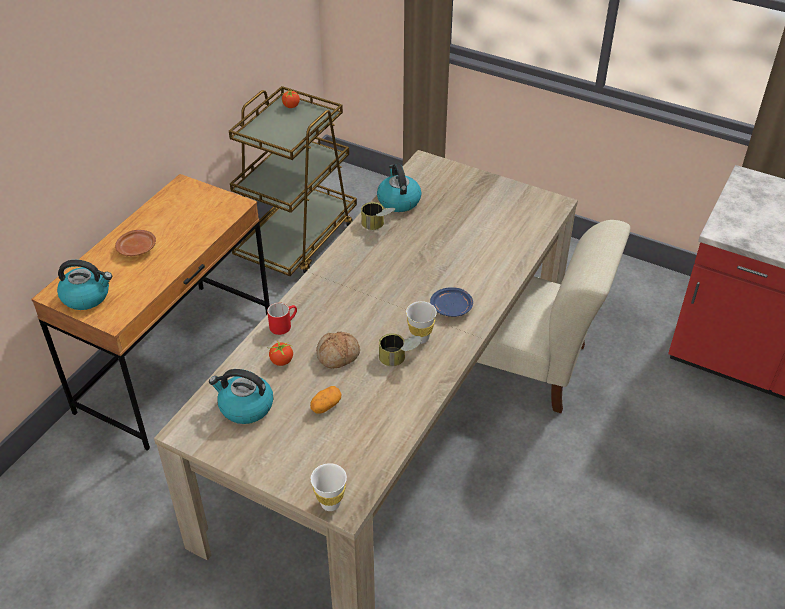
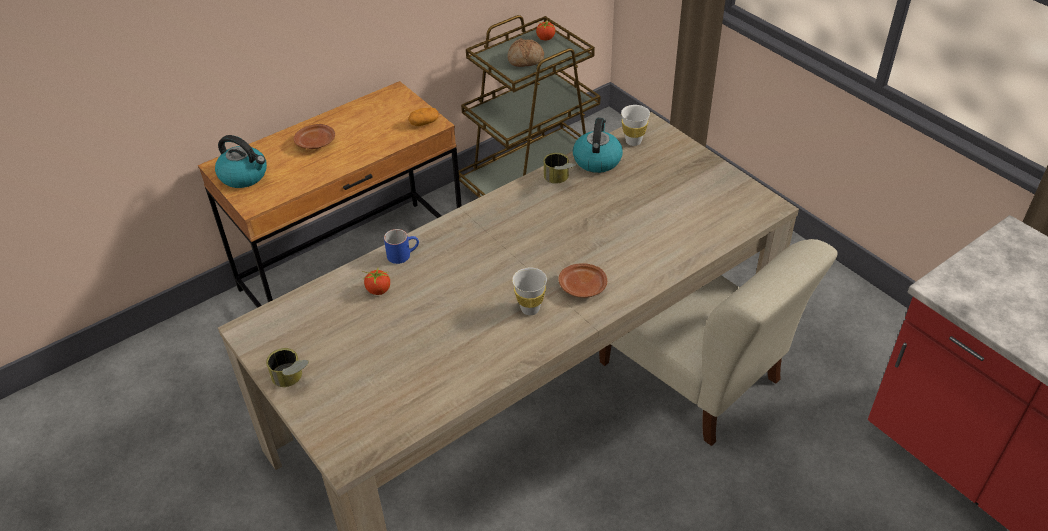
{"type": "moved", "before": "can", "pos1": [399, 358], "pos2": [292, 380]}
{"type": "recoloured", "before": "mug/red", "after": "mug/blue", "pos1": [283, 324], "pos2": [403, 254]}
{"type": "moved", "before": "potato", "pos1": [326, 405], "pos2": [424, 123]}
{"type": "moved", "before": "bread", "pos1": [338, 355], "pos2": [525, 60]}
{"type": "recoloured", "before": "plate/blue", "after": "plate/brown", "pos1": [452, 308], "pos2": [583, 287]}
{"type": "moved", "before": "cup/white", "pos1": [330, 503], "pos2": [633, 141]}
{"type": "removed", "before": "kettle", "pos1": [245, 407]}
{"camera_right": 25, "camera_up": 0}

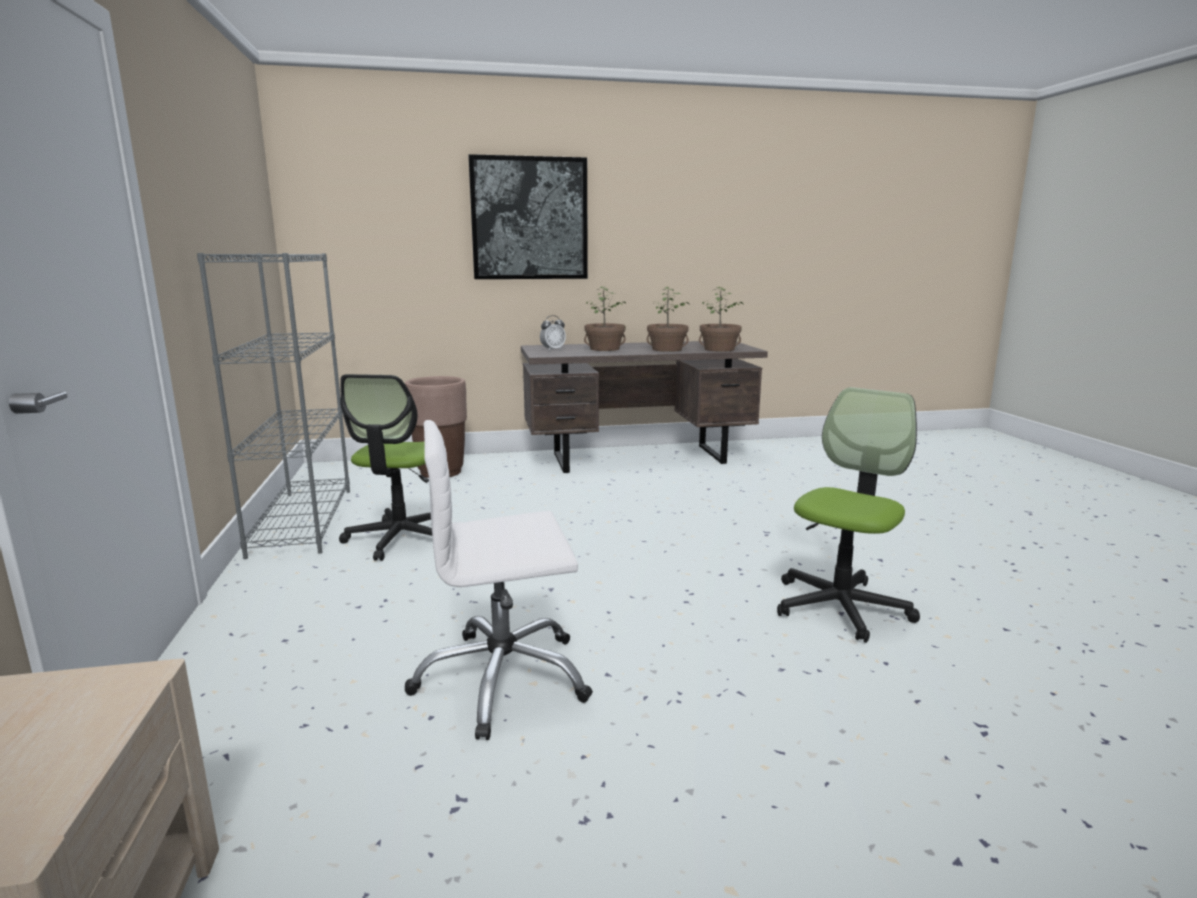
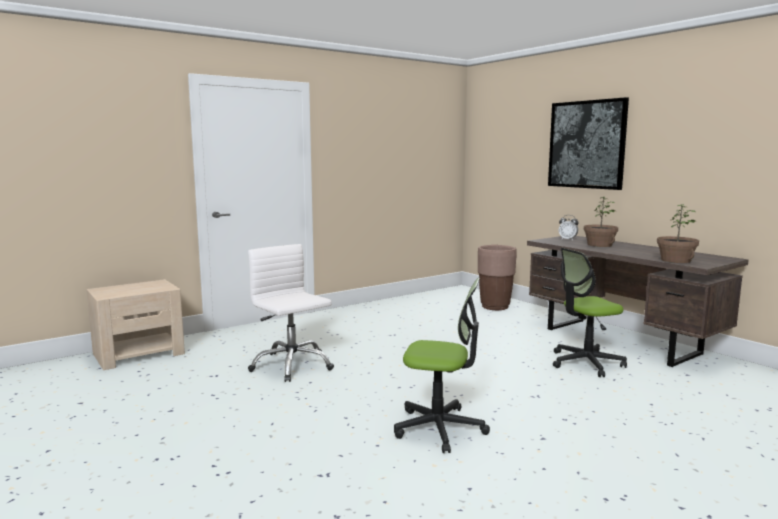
{"type": "moved", "before": "office chair", "pos1": [400, 538], "pos2": [585, 363]}
{"type": "removed", "before": "bookcase/grey", "pos1": [302, 520]}
{"type": "removed", "before": "potted plant", "pos1": [666, 349]}
{"camera_right": 65, "camera_up": -5}

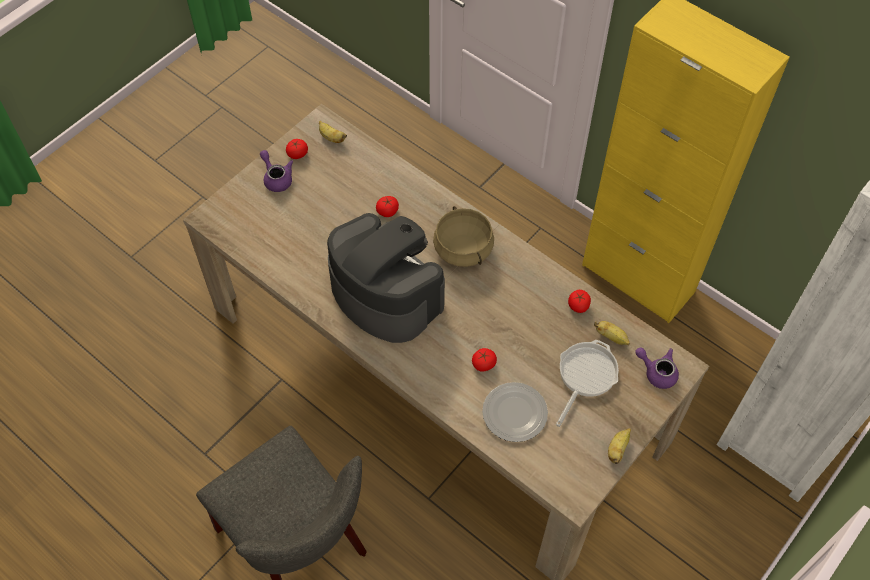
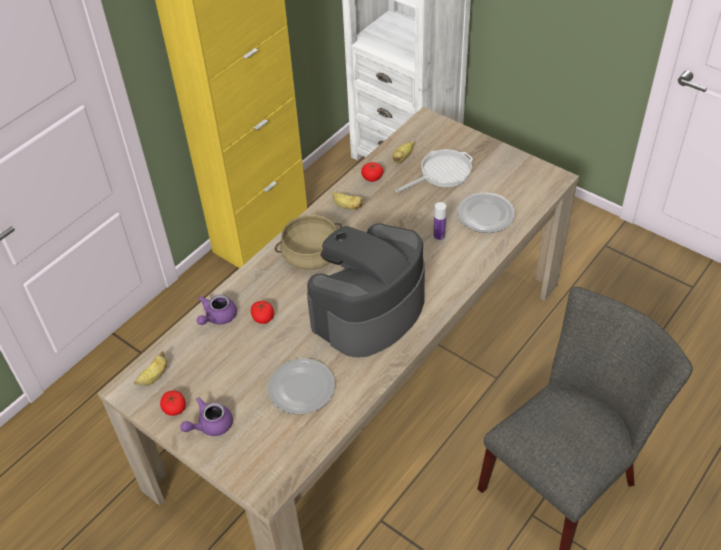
{"type": "moved", "before": "teapot/purple", "pos1": [657, 372], "pos2": [217, 317]}
{"type": "added", "after": "plate", "pos2": [300, 388]}
{"type": "moved", "before": "banana", "pos1": [617, 449], "pos2": [347, 206]}
{"type": "turned", "before": "frying pan", "pos1": [585, 375], "pos2": [442, 173], "turn": 120}
{"type": "replaced", "before": "tomato", "after": "bottle", "pos1": [483, 364], "pos2": [439, 236]}
{"camera_right": -90, "camera_up": -10}

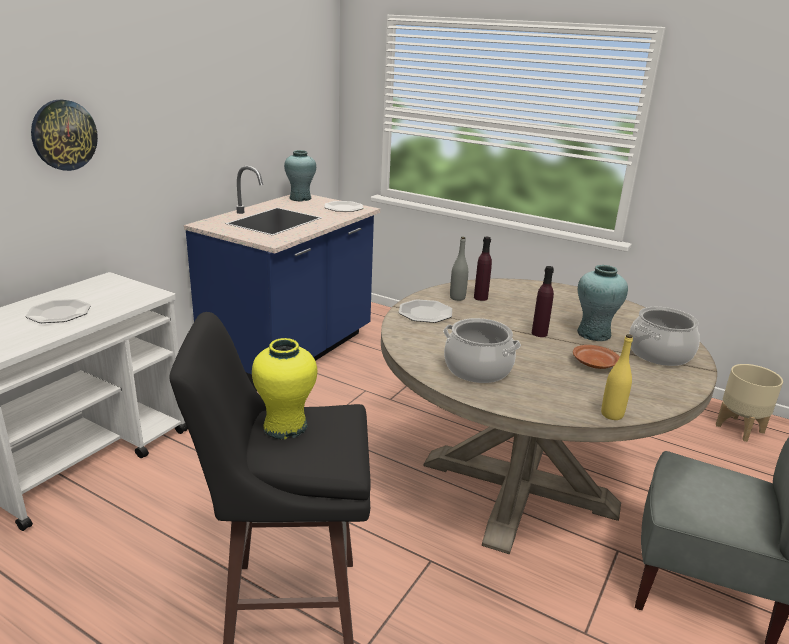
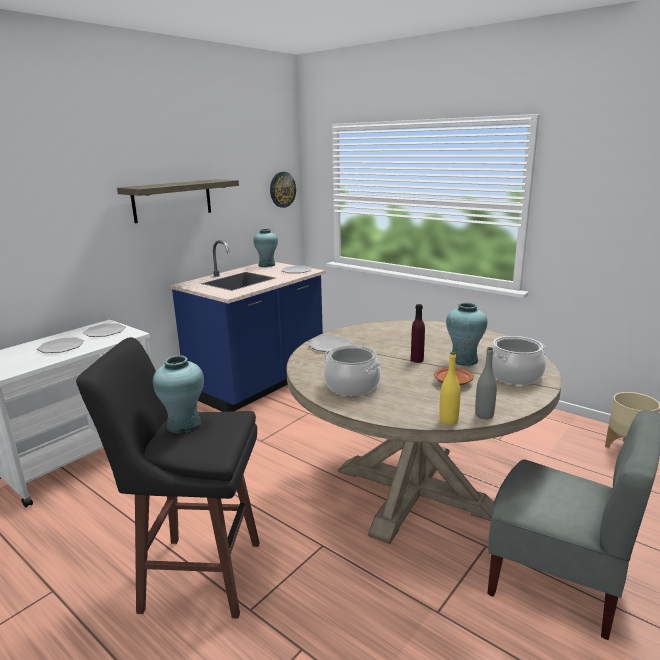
{"type": "added", "after": "plate", "pos2": [104, 331]}
{"type": "added", "after": "shelf", "pos2": [172, 200]}
{"type": "recoloured", "before": "vase/yellow", "after": "vase/turquoise", "pos1": [286, 426], "pos2": [184, 425]}
{"type": "moved", "before": "wall clock", "pos1": [64, 135], "pos2": [282, 189]}
{"type": "moved", "before": "bottle/grey", "pos1": [457, 298], "pos2": [484, 415]}
{"type": "removed", "before": "bottle/purple", "pos1": [480, 298]}
{"camera_right": 10, "camera_up": -5}

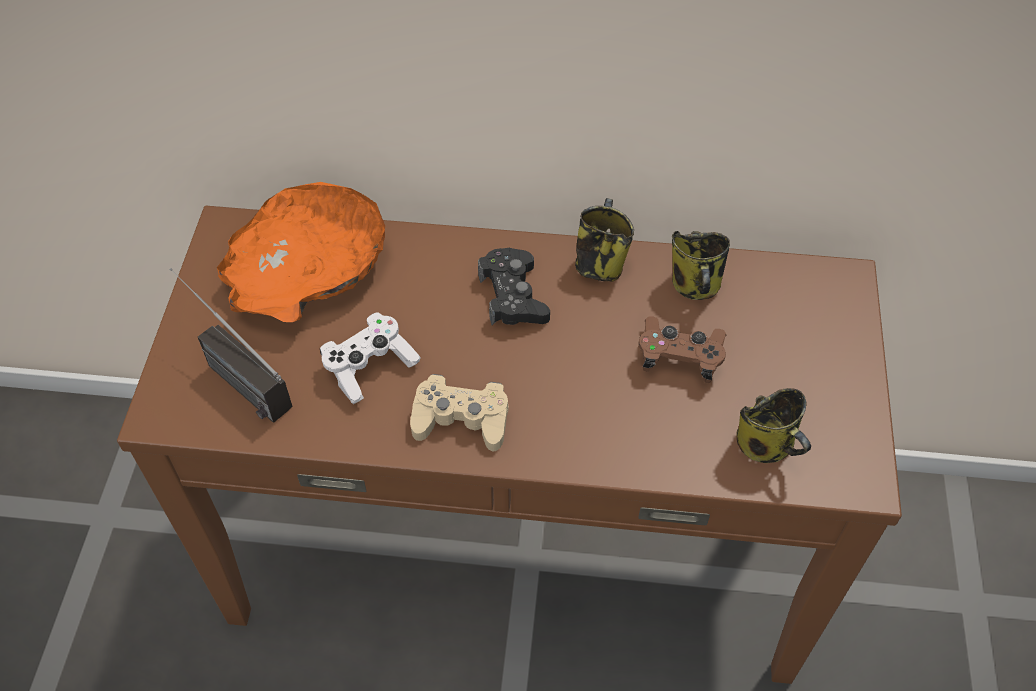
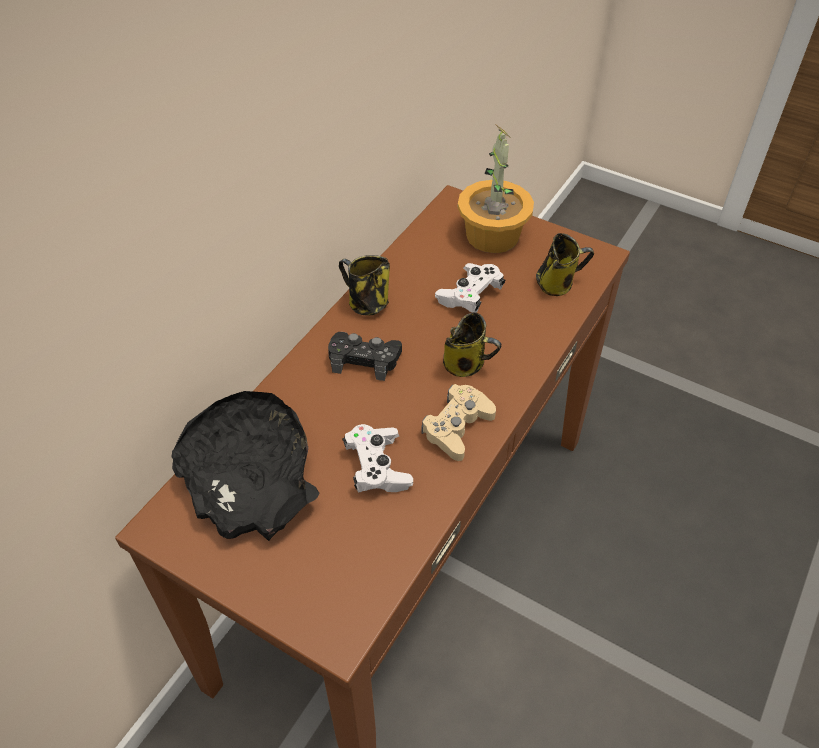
{"type": "recoloured", "before": "bowl/orange", "after": "bowl/black", "pos1": [307, 270], "pos2": [251, 479]}
{"type": "recoloured", "before": "game controller/brown", "after": "game controller/white", "pos1": [679, 357], "pos2": [470, 296]}
{"type": "moved", "before": "mug", "pos1": [696, 286], "pos2": [466, 364]}
{"type": "added", "after": "potted plant", "pos2": [491, 236]}
{"type": "removed", "before": "radio", "pos1": [230, 373]}
{"camera_right": -65, "camera_up": -5}

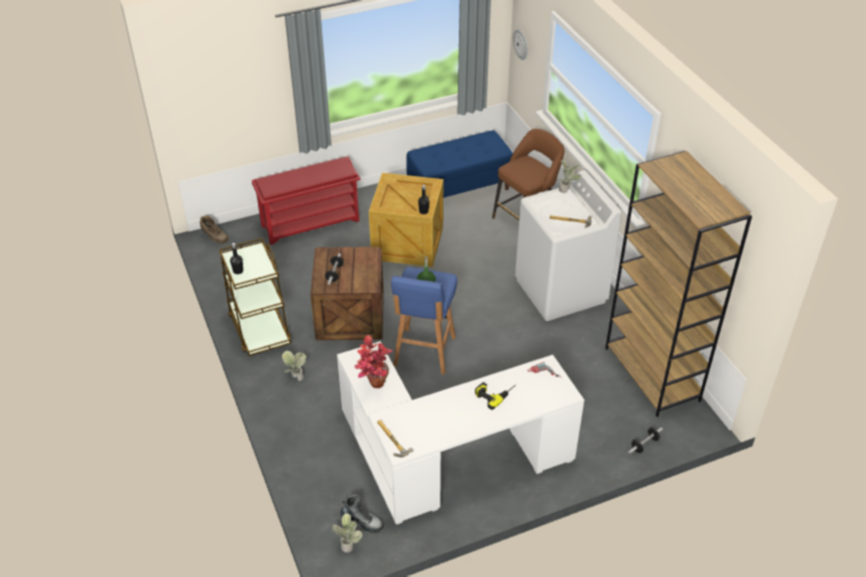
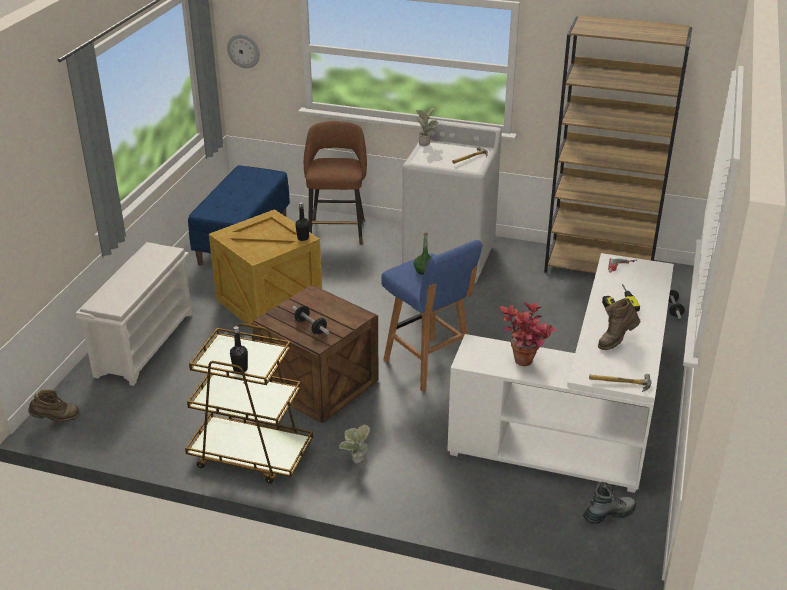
{"type": "recoloured", "before": "shoe rack/red", "after": "shoe rack/white", "pos1": [311, 222], "pos2": [145, 343]}
{"type": "added", "after": "boot/brown", "pos2": [616, 341]}
{"type": "removed", "before": "potted plant", "pos1": [348, 544]}
{"camera_right": -50, "camera_up": -10}

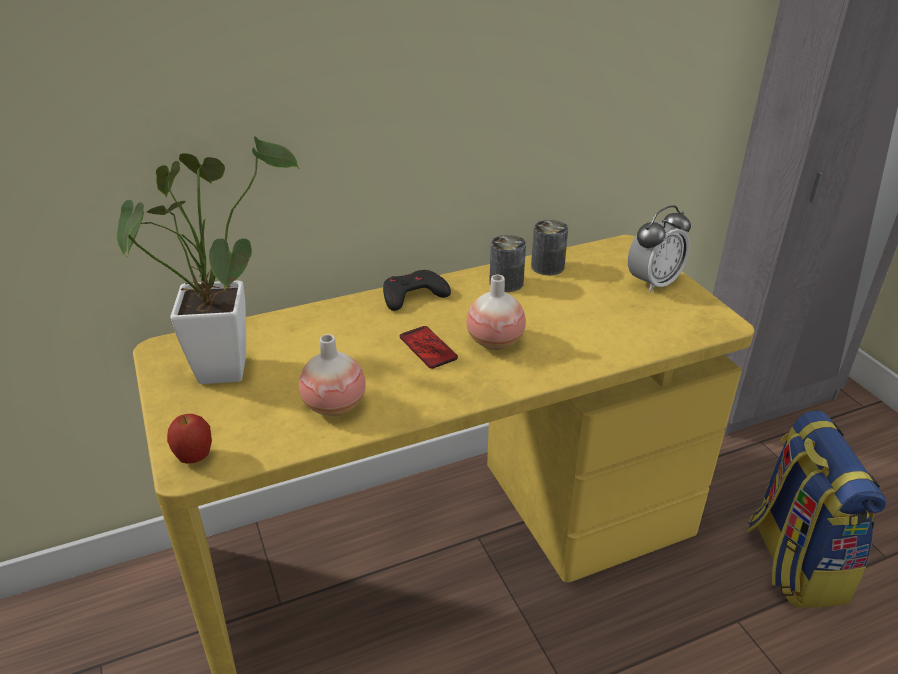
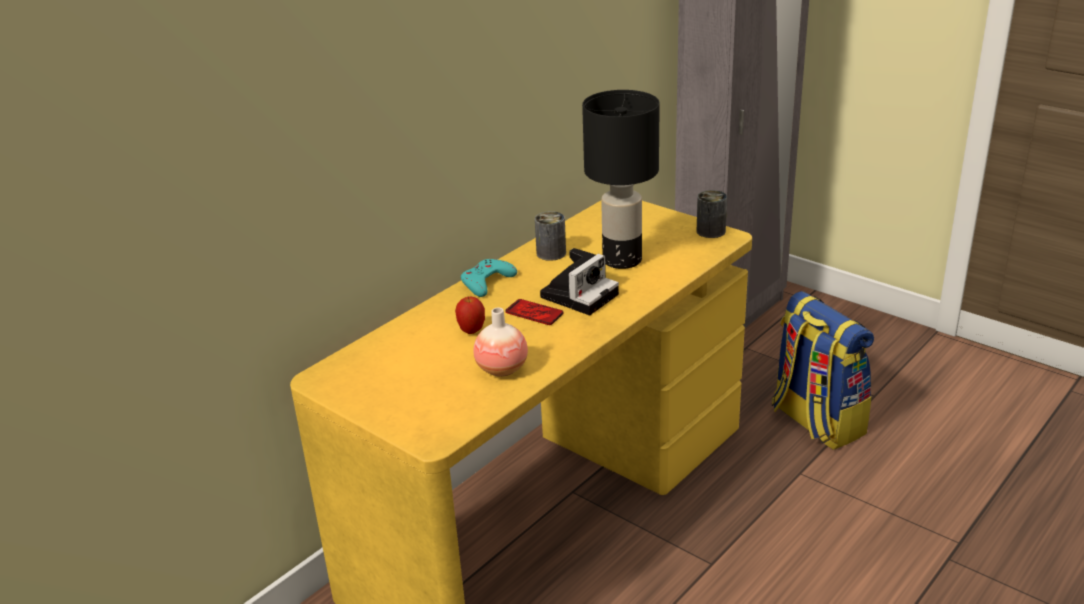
{"type": "moved", "before": "apple", "pos1": [195, 458], "pos2": [471, 331]}
{"type": "recoloured", "before": "game controller/black", "after": "game controller/turquoise", "pos1": [413, 295], "pos2": [487, 282]}
{"type": "replaced", "before": "vase", "after": "photo camera", "pos1": [495, 341], "pos2": [580, 294]}
{"type": "added", "after": "table lamp/black", "pos2": [621, 260]}
{"type": "moved", "before": "can", "pos1": [547, 266], "pos2": [711, 231]}
{"type": "removed", "before": "potted plant", "pos1": [225, 362]}
{"type": "removed", "before": "alarm clock", "pos1": [653, 283]}
{"camera_right": -25, "camera_up": -5}

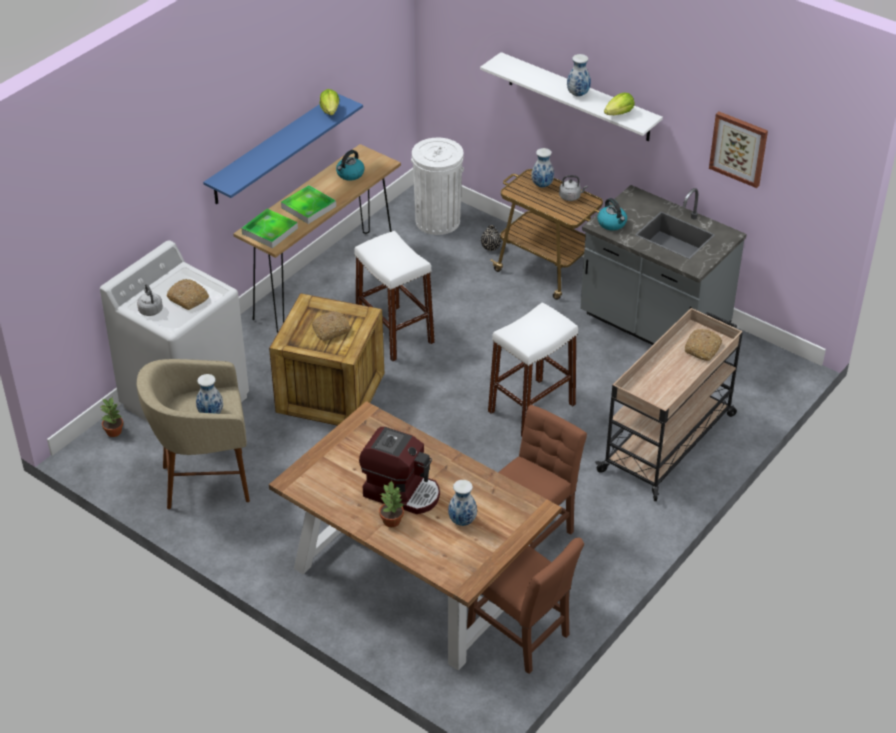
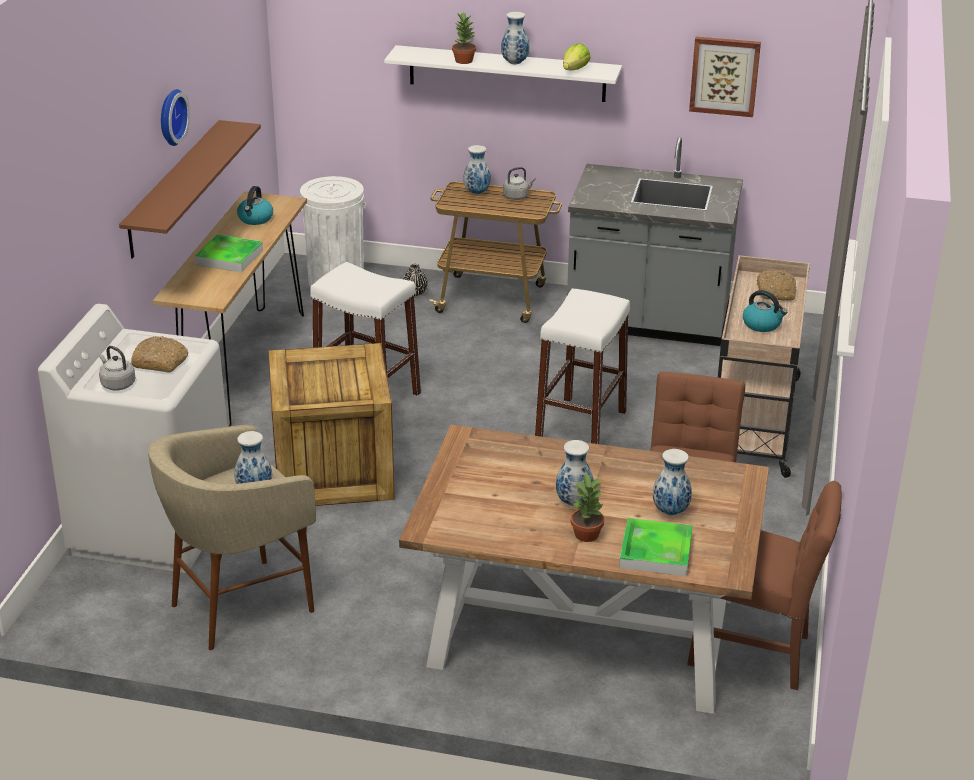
{"type": "recoloured", "before": "shelf/blue", "after": "shelf/brown", "pos1": [273, 149], "pos2": [174, 188]}
{"type": "added", "after": "wall clock", "pos2": [170, 117]}
{"type": "moved", "before": "potted plant", "pos1": [114, 431], "pos2": [463, 60]}
{"type": "replaced", "before": "coffee machine", "after": "vase", "pos1": [402, 492], "pos2": [573, 502]}
{"type": "moved", "before": "tray", "pos1": [270, 231], "pos2": [655, 551]}
{"type": "moved", "before": "kettle", "pos1": [612, 223], "pos2": [762, 324]}
{"type": "removed", "before": "bread", "pos1": [331, 330]}
{"type": "removed", "before": "lettuce", "pos1": [330, 111]}
{"camera_right": -25, "camera_up": -10}

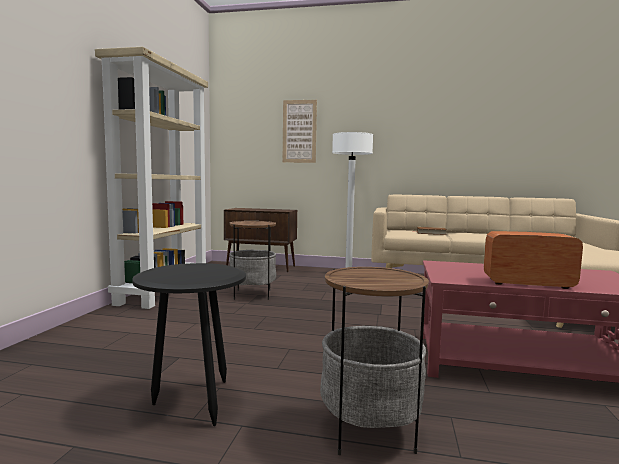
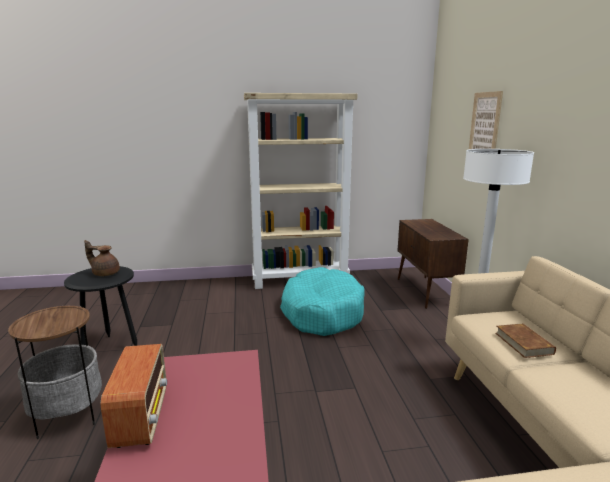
{"type": "added", "after": "teapot/brown", "pos2": [105, 273]}
{"type": "replaced", "before": "side table", "after": "dog bed/turquoise", "pos1": [252, 294], "pos2": [322, 312]}
{"camera_right": 70, "camera_up": 10}

